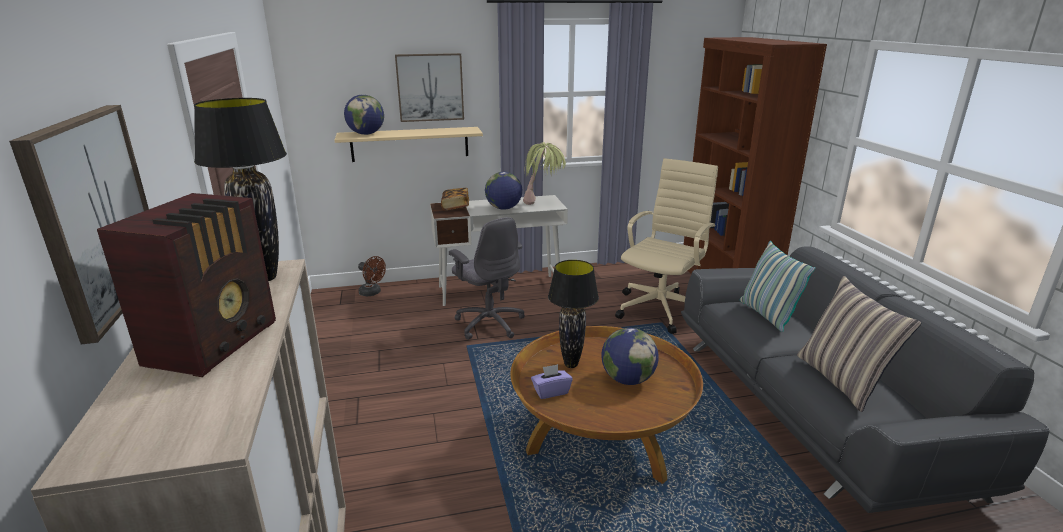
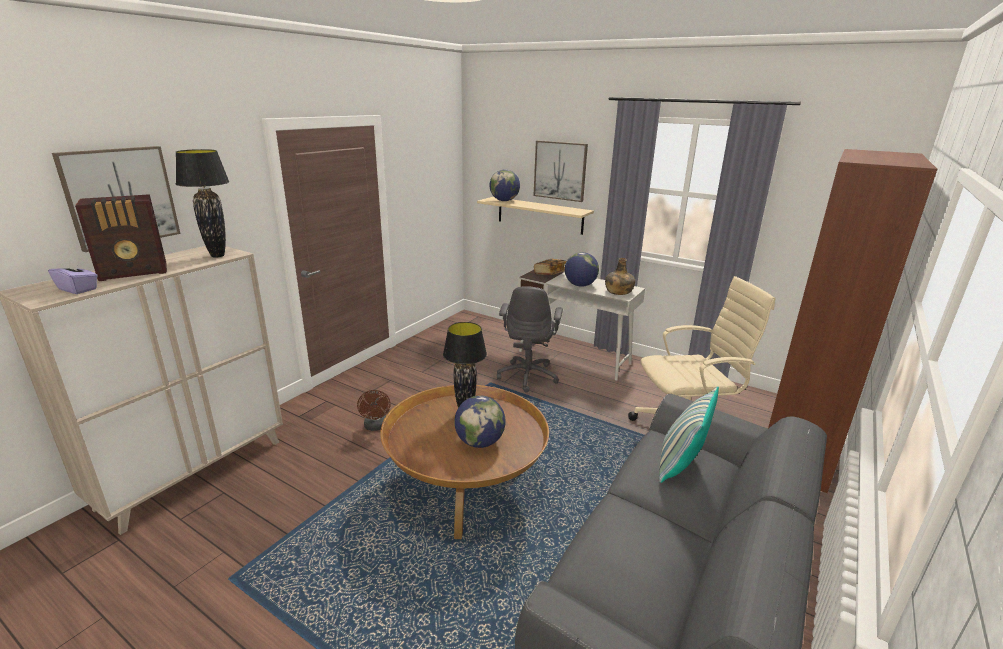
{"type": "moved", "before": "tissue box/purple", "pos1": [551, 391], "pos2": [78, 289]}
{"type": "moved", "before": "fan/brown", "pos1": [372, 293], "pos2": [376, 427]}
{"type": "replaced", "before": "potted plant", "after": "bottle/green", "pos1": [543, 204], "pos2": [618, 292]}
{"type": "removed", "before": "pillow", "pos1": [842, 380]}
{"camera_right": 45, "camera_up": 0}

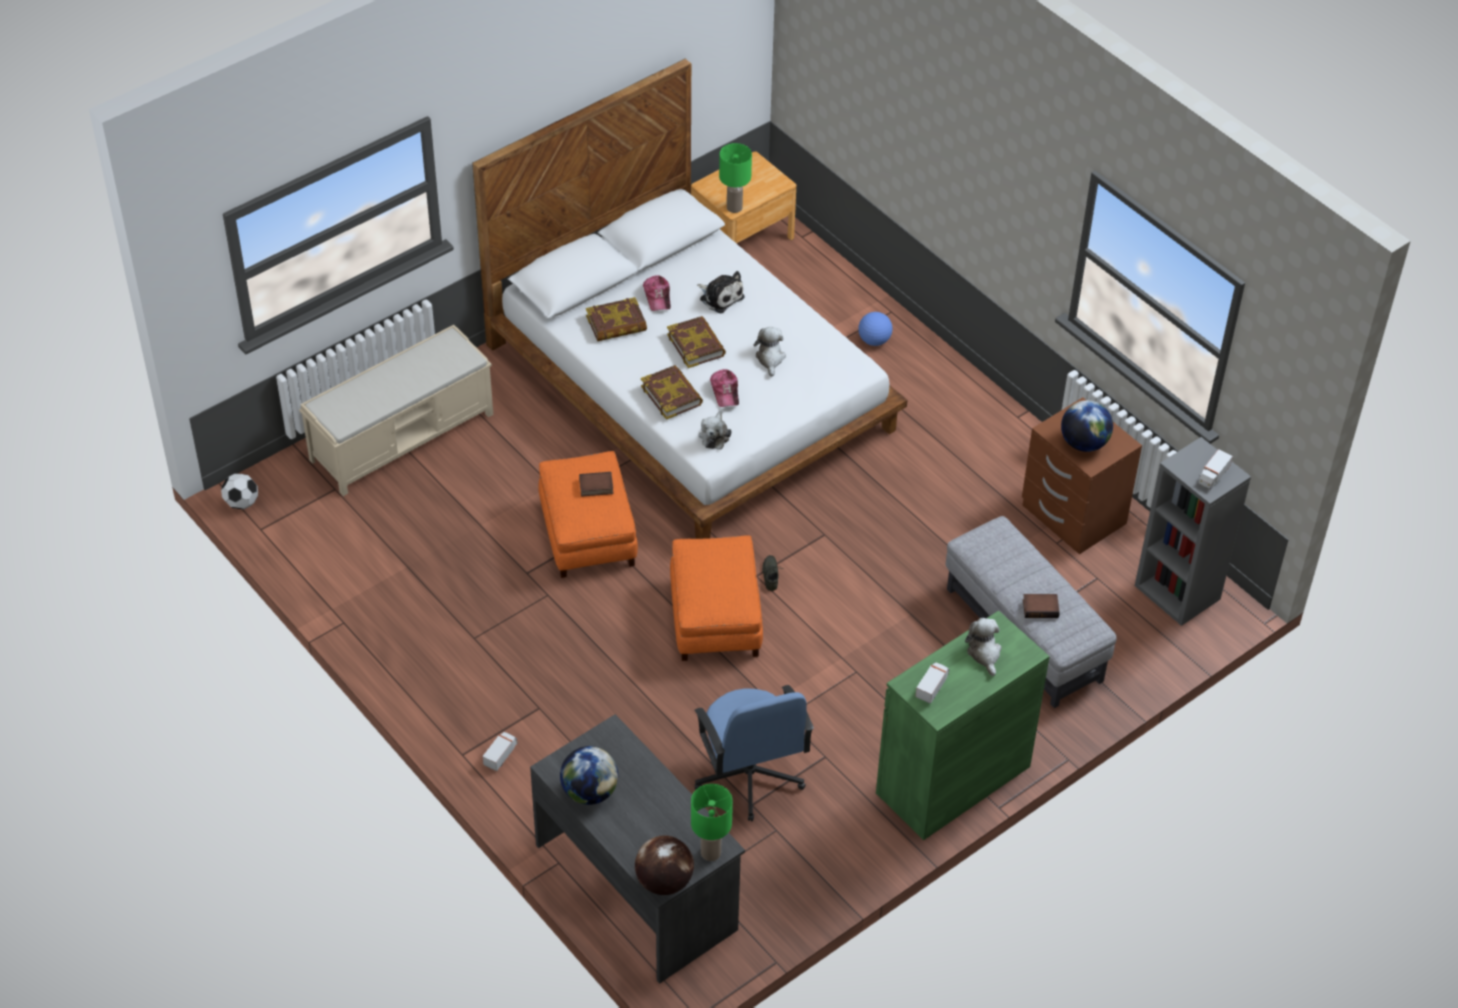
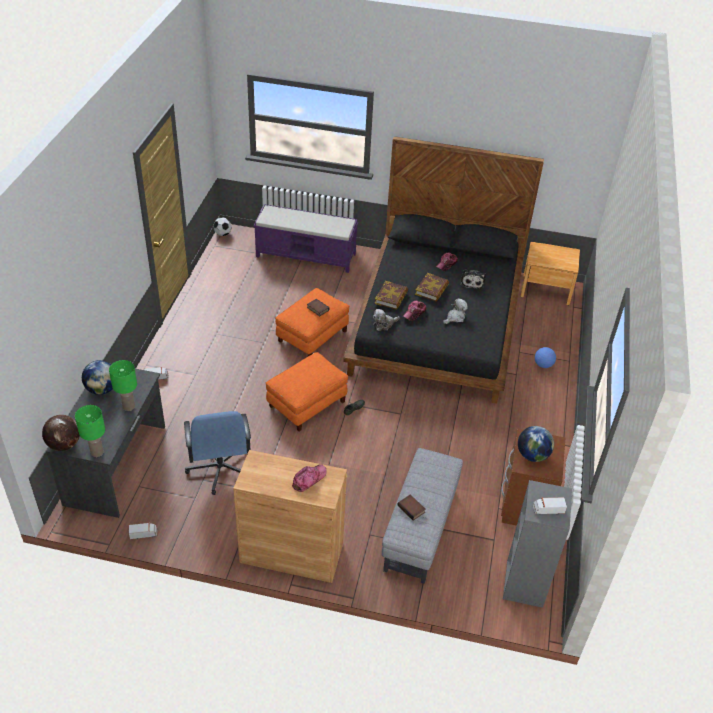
{"type": "moved", "before": "table lamp/green", "pos1": [734, 208], "pos2": [128, 406]}
{"type": "moved", "before": "toy truck", "pos1": [932, 687], "pos2": [144, 534]}
{"type": "turned", "before": "office chair/blue", "pos1": [749, 776], "pos2": [220, 469], "turn": -45}
{"type": "recoloured", "before": "cabinet/green", "after": "cabinet/brown", "pos1": [953, 780], "pos2": [291, 553]}
{"type": "recoloured", "before": "bench/beige", "after": "bench/purple", "pos1": [403, 436], "pos2": [306, 255]}
{"type": "replaced", "before": "plush toy", "after": "cap", "pos1": [984, 653], "pos2": [309, 479]}
{"type": "recoloured", "before": "bed/white", "after": "bed/black", "pos1": [693, 386], "pos2": [438, 321]}
{"type": "removed", "before": "book", "pos1": [616, 324]}
{"camera_right": 50, "camera_up": -5}

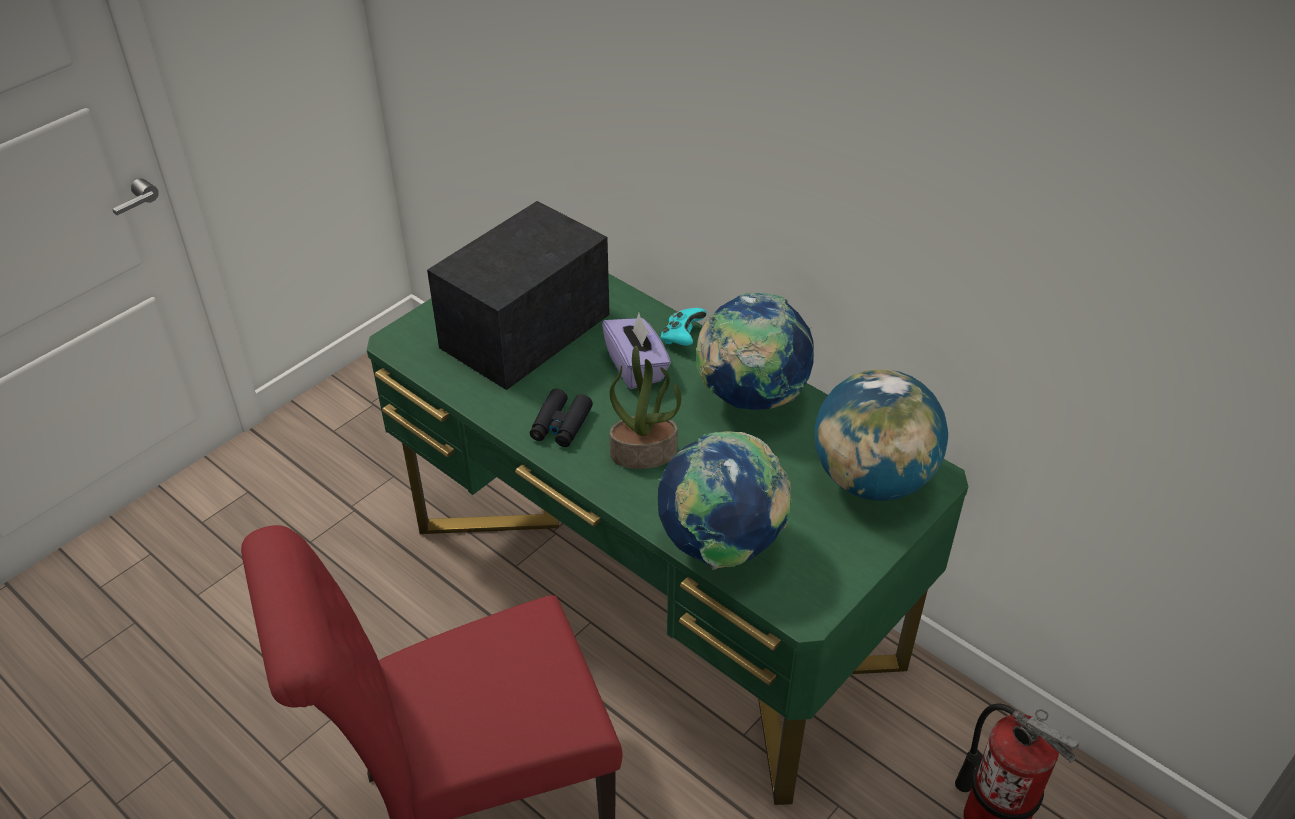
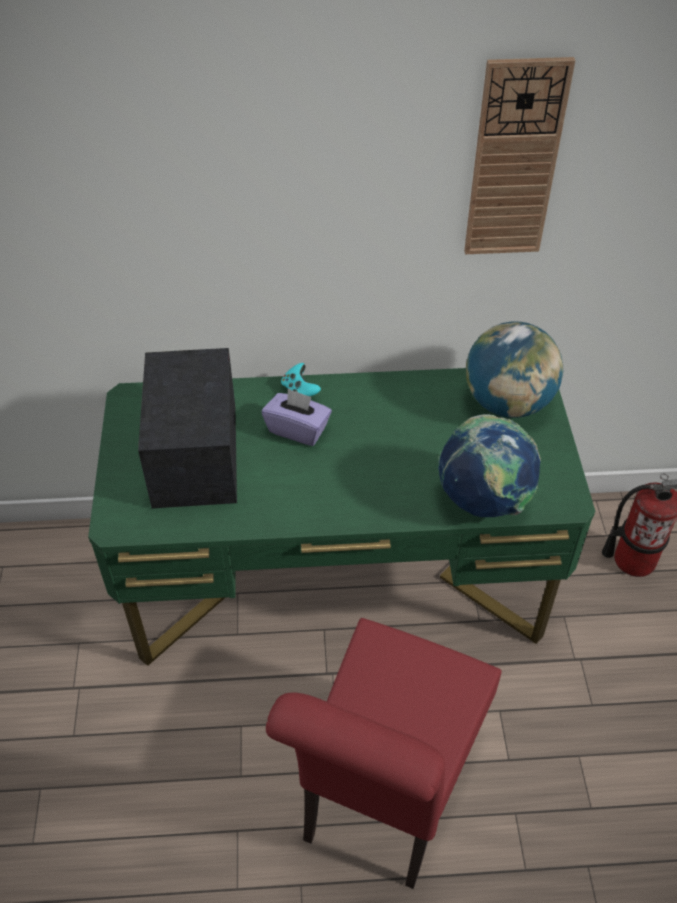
{"type": "added", "after": "wall clock", "pos2": [514, 161]}
{"type": "removed", "before": "binoculars/black", "pos1": [561, 425]}
{"type": "removed", "before": "potted plant", "pos1": [644, 452]}
{"type": "removed", "before": "globe", "pos1": [750, 398]}
{"camera_right": -45, "camera_up": 5}

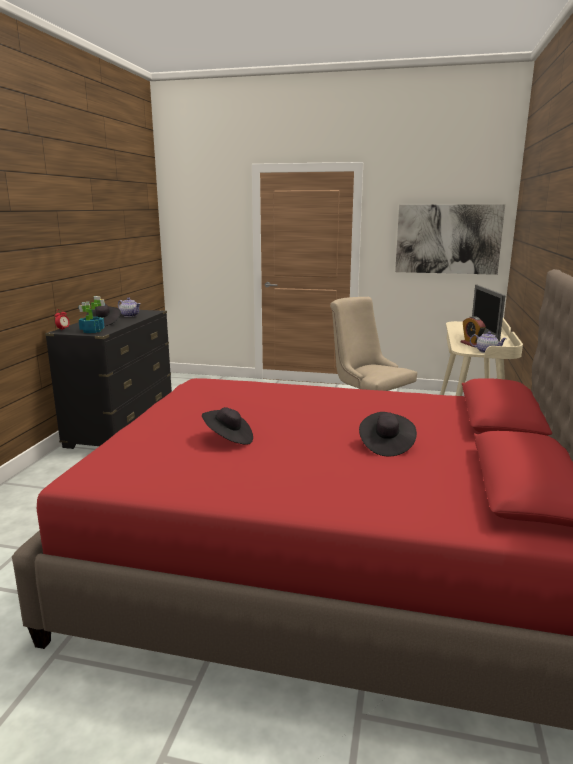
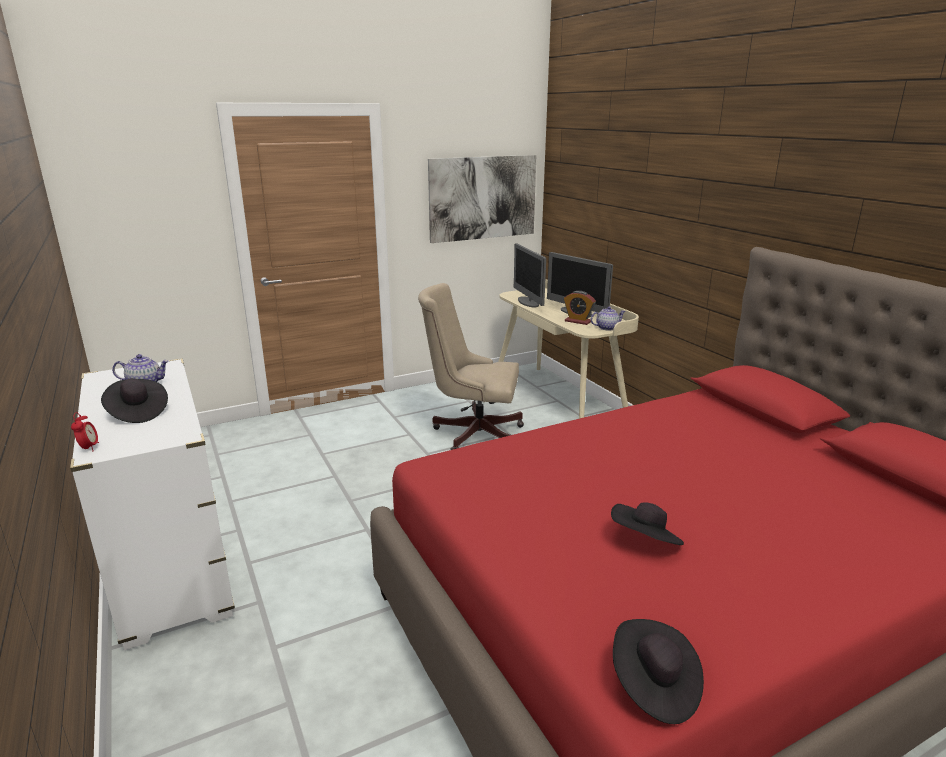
{"type": "recoloured", "before": "dresser/black", "after": "dresser/white", "pos1": [122, 426], "pos2": [172, 566]}
{"type": "added", "after": "monitor", "pos2": [528, 302]}
{"type": "moved", "before": "hat/black", "pos1": [386, 445], "pos2": [654, 686]}
{"type": "removed", "before": "potted plant", "pos1": [92, 331]}
{"camera_right": -40, "camera_up": 5}

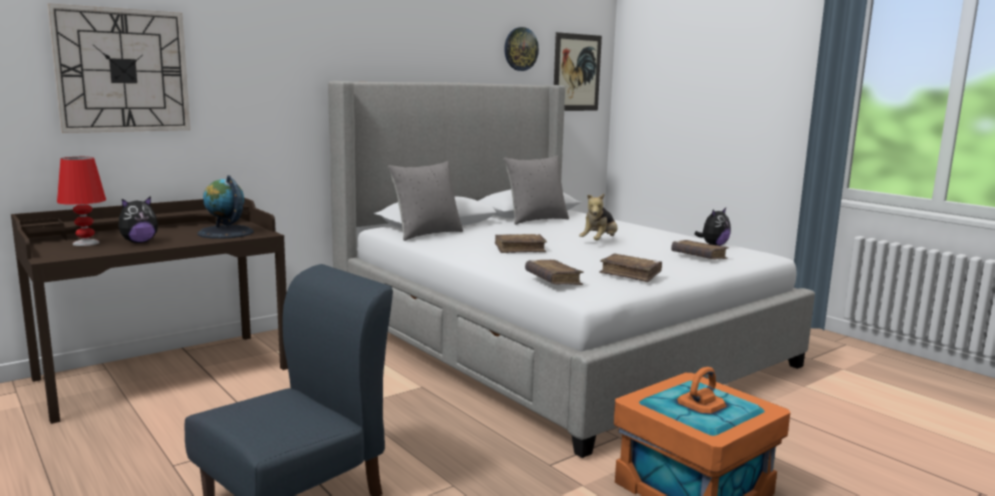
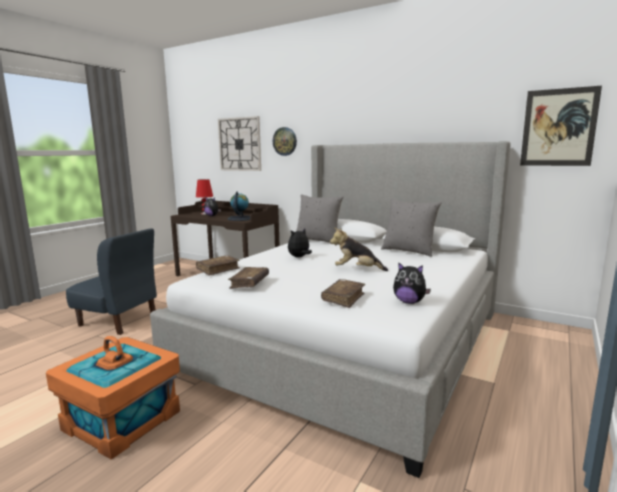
{"type": "moved", "before": "wall clock", "pos1": [520, 49], "pos2": [285, 141]}
{"type": "replaced", "before": "book/brown", "after": "plush toy", "pos1": [520, 249], "pos2": [299, 257]}
{"camera_right": 70, "camera_up": 0}

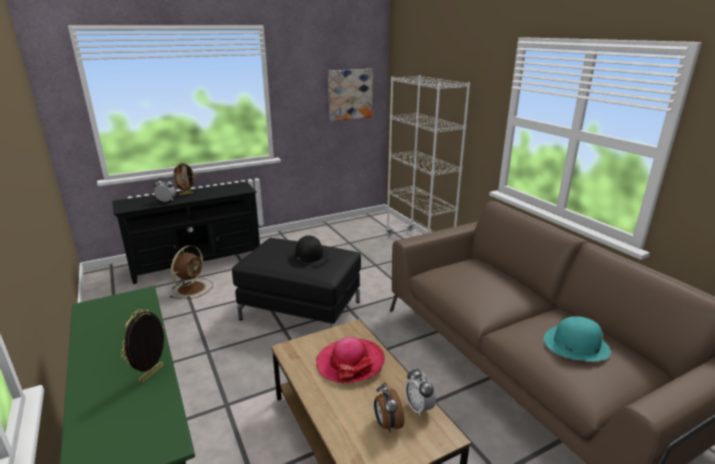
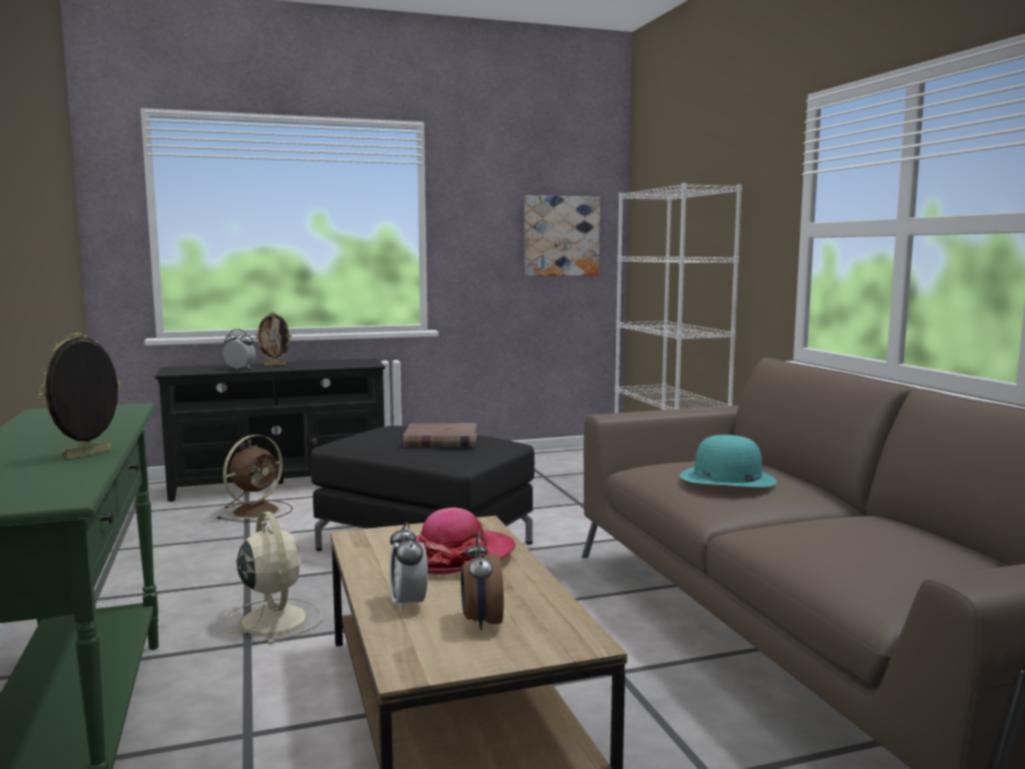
{"type": "added", "after": "fan/beige", "pos2": [273, 619]}
{"type": "moved", "before": "alarm clock", "pos1": [419, 408], "pos2": [408, 603]}
{"type": "replaced", "before": "hat/black", "after": "book/brown", "pos1": [309, 256], "pos2": [441, 440]}
{"type": "moved", "before": "hat/turquoise", "pos1": [576, 344], "pos2": [727, 478]}
{"camera_right": 10, "camera_up": -15}

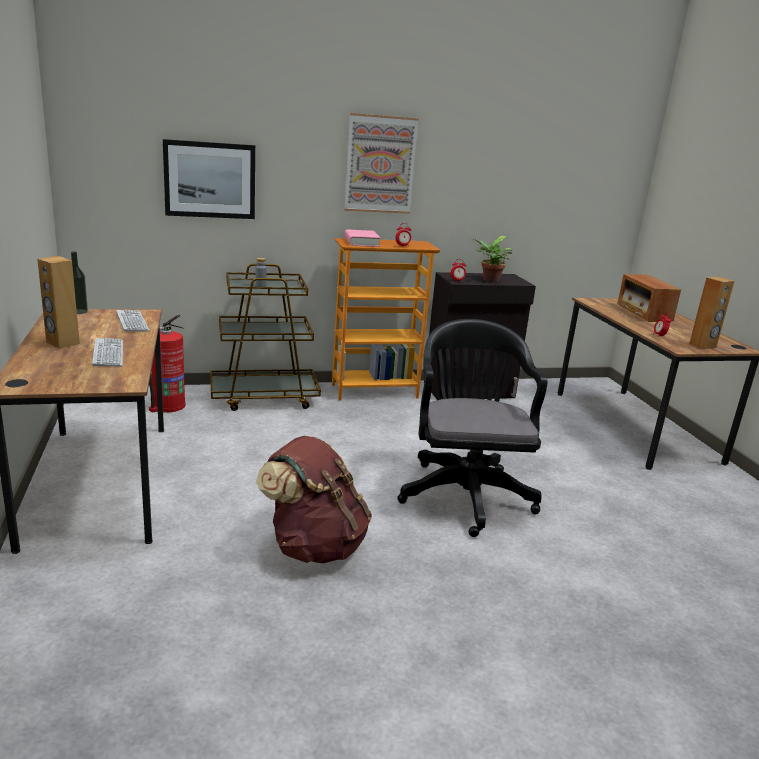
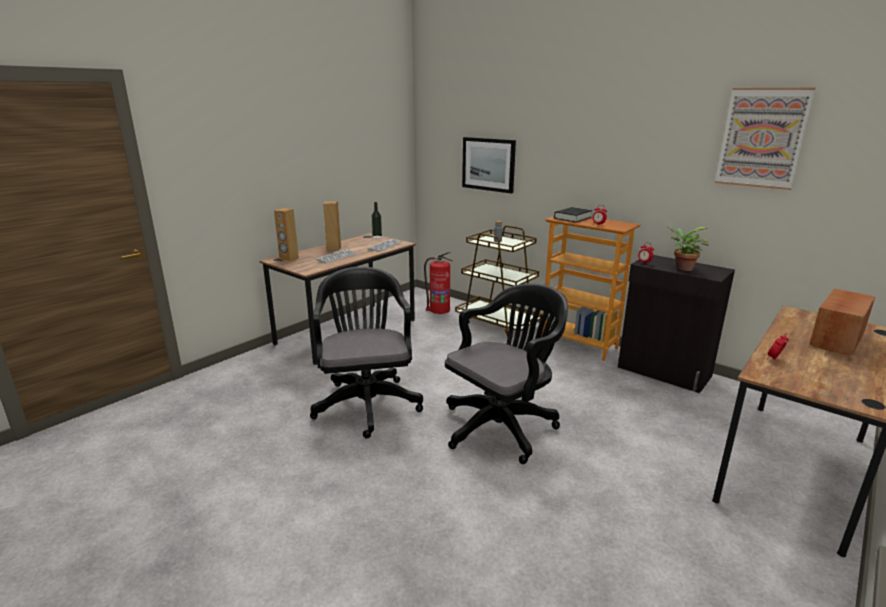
{"type": "moved", "before": "speaker/brown", "pos1": [703, 346], "pos2": [289, 258]}
{"type": "replaced", "before": "backpack/brown", "after": "office chair/black", "pos1": [314, 546], "pos2": [367, 402]}
{"type": "recoloured", "before": "book/pink", "after": "book/black", "pos1": [361, 242], "pos2": [572, 218]}
{"type": "moved", "before": "picture", "pos1": [380, 164], "pos2": [762, 138]}
{"camera_right": 55, "camera_up": 0}

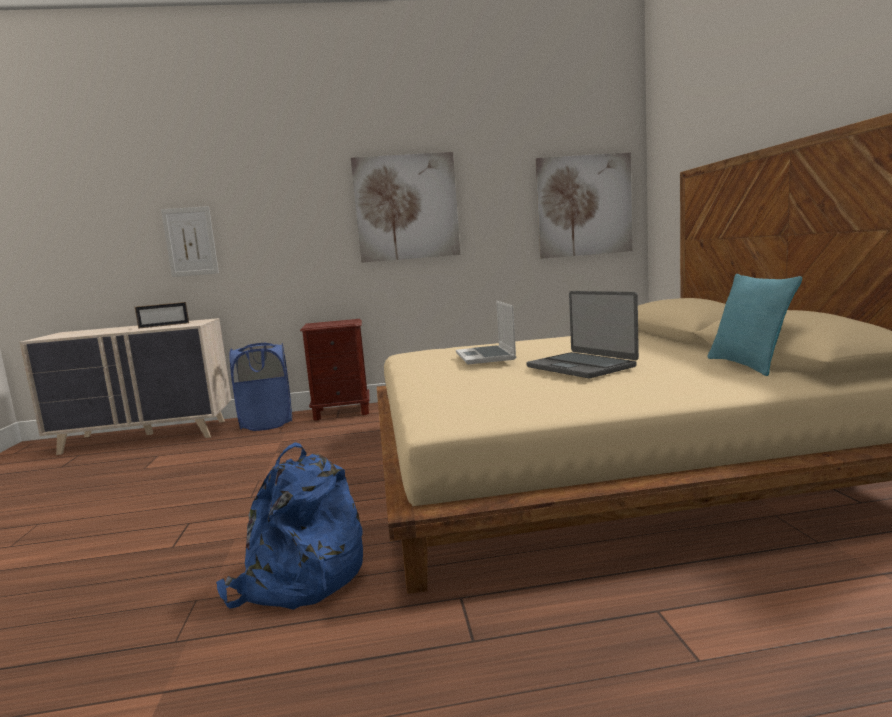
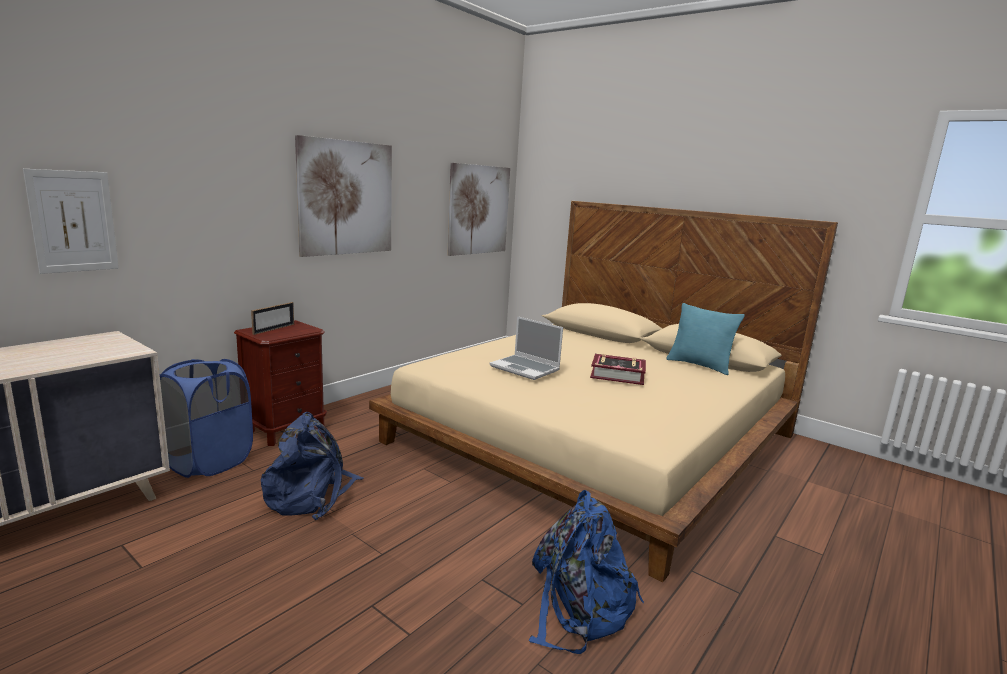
{"type": "moved", "before": "picture frame", "pos1": [164, 325], "pos2": [274, 329]}
{"type": "added", "after": "backpack/blue", "pos2": [311, 495]}
{"type": "replaced", "before": "laptop", "after": "book", "pos1": [581, 366], "pos2": [617, 375]}
{"camera_right": -45, "camera_up": 5}

